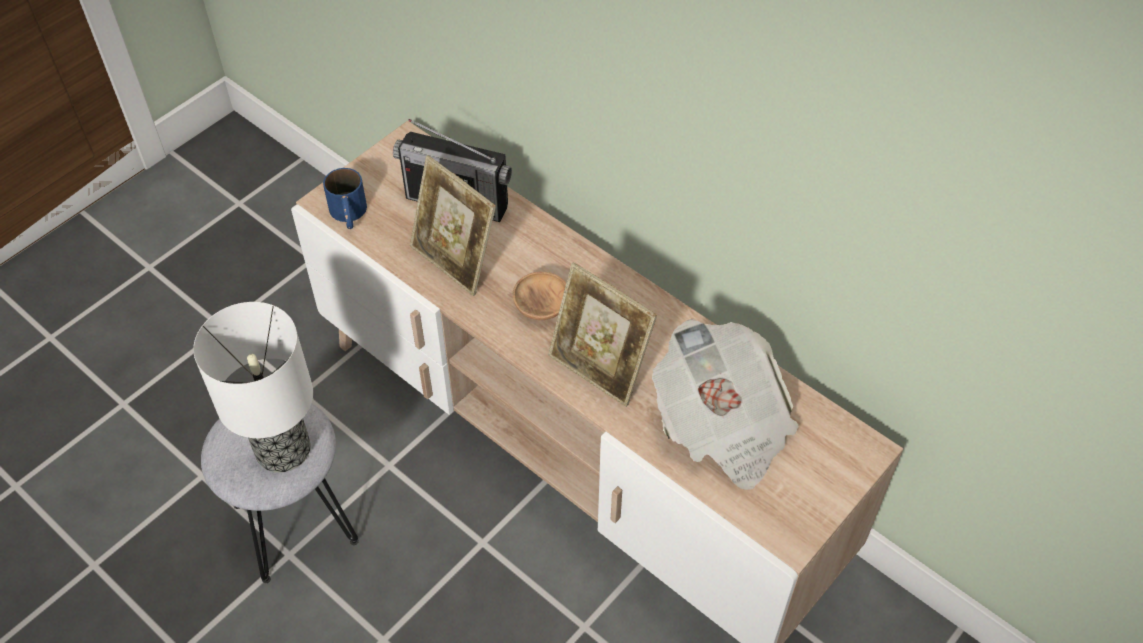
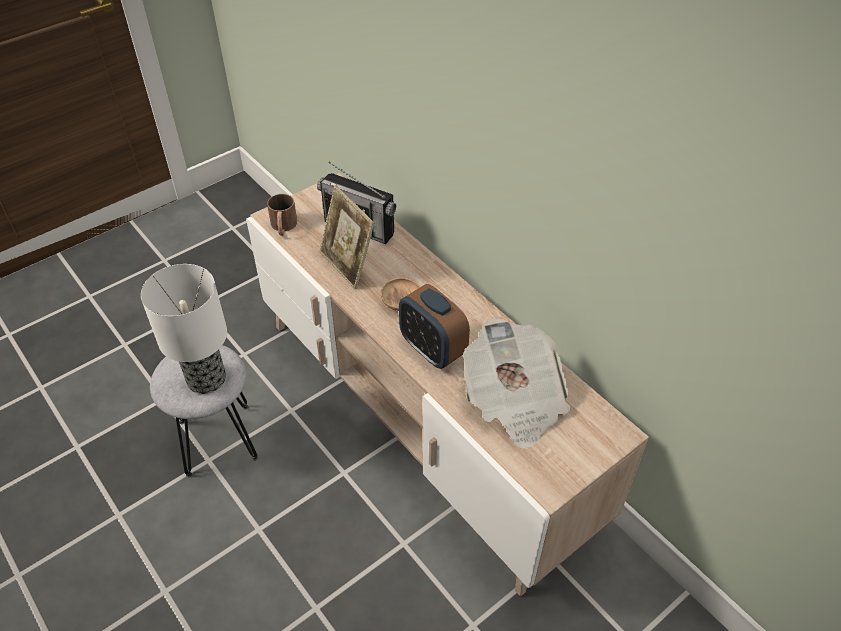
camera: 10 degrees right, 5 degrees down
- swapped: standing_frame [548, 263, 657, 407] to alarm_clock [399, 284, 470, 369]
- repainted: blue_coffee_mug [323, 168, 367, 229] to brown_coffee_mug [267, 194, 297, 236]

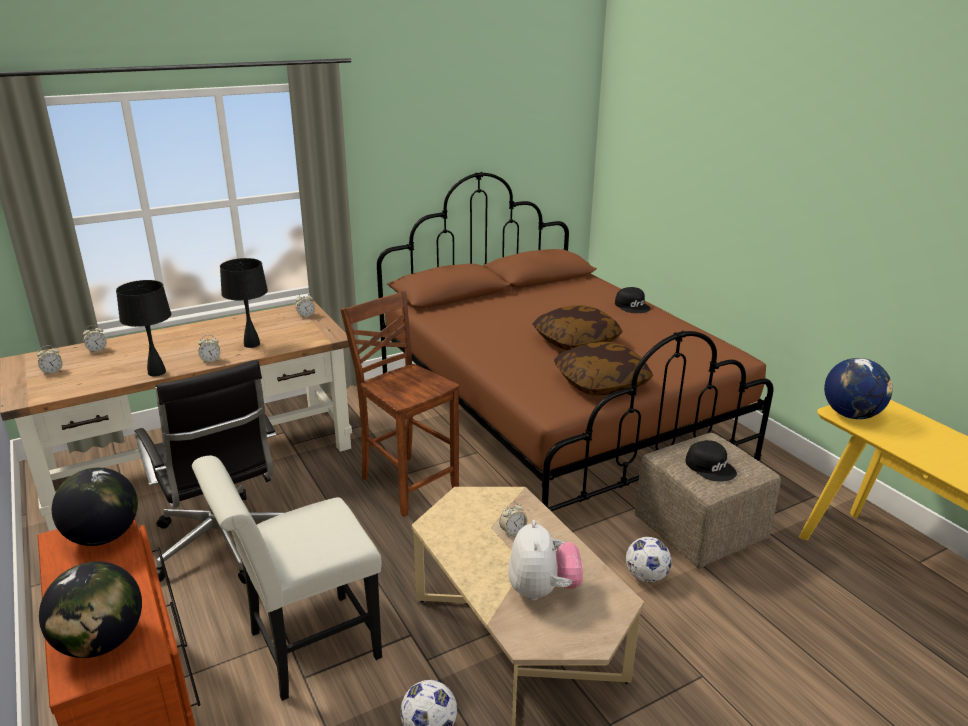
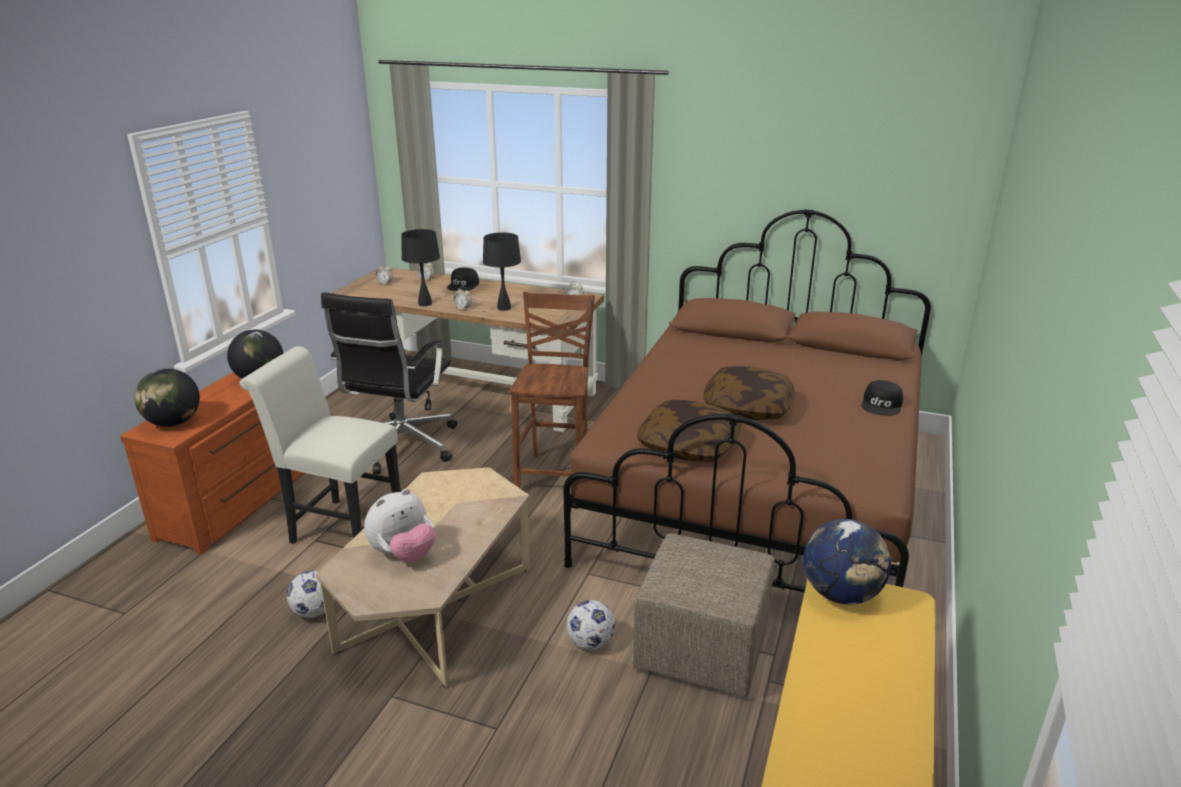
camera: 50 degrees right, 0 degrees up
- gone: alarm_clock [499, 502, 527, 538]
- shifted: black-coloured_peaked_cap [685, 440, 737, 482] to [447, 267, 479, 291]

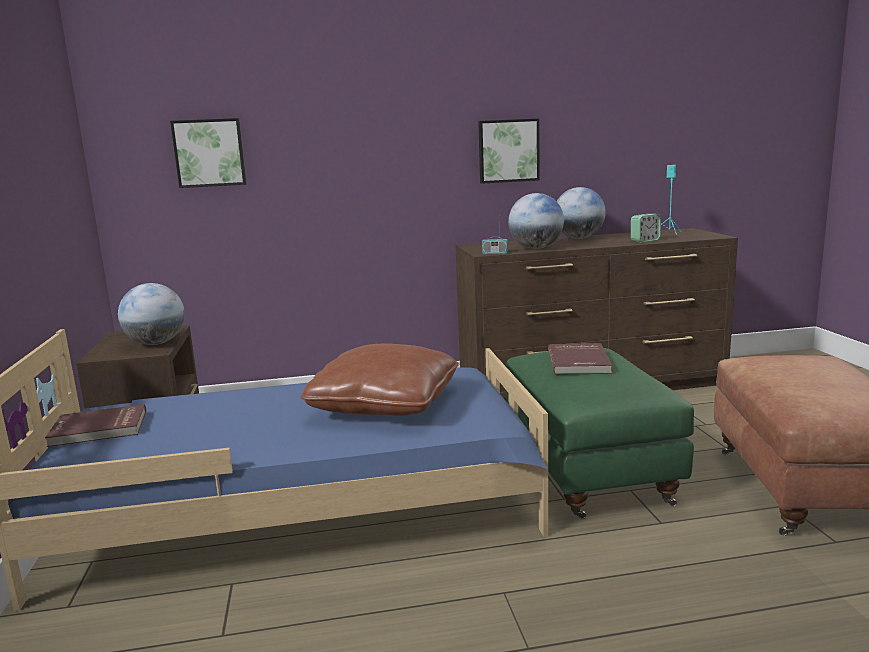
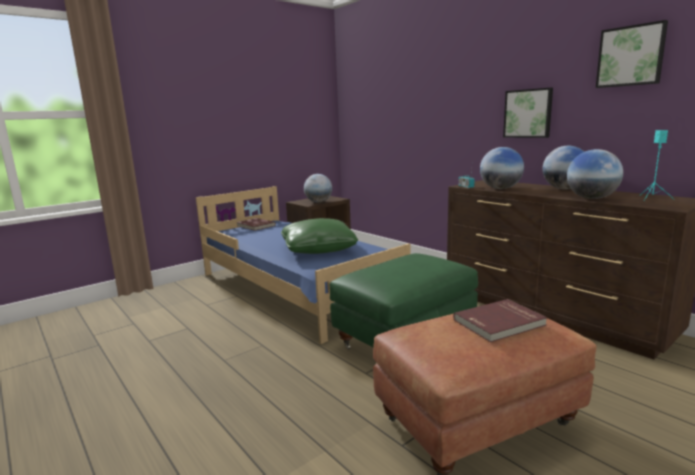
camera: 60 degrees right, 0 degrees up
- shifted: wall_picture [170, 118, 246, 188] to [596, 20, 668, 88]
- shifted: reddish_volume [548, 343, 612, 375] to [453, 299, 547, 342]
- swapped: alarm_clock [631, 214, 661, 242] to globe [567, 149, 623, 199]
- repainted: brown_cushion [301, 343, 459, 416] to greenish_cushion [281, 218, 358, 254]

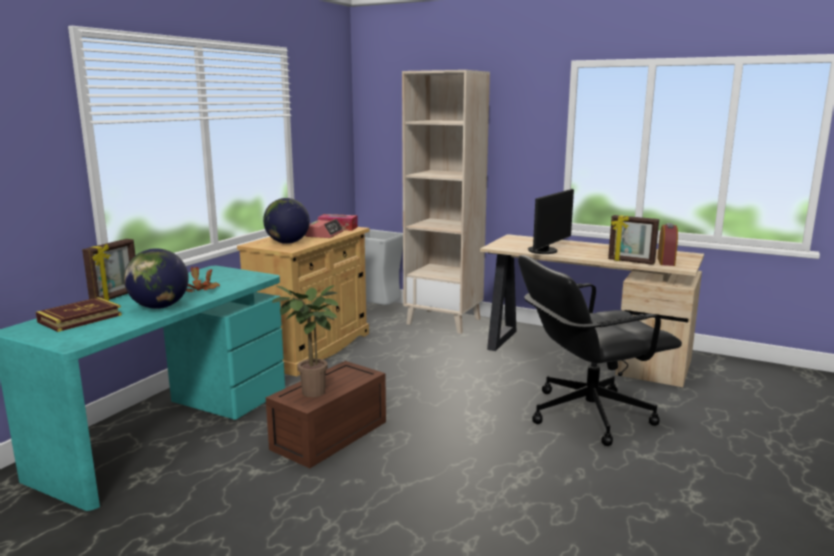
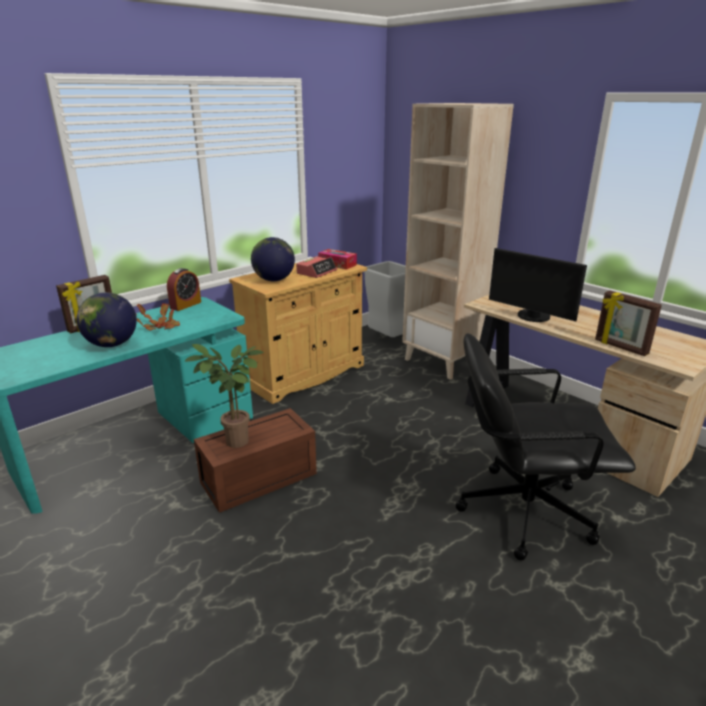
camera: 20 degrees right, 10 degrees up
- gone: volume [36, 297, 122, 332]
- shifted: alarm_clock [657, 223, 678, 266] to [167, 268, 201, 311]
- rotated: computer_screen [528, 189, 574, 254] = [489, 248, 587, 322] 75 degrees clockwise

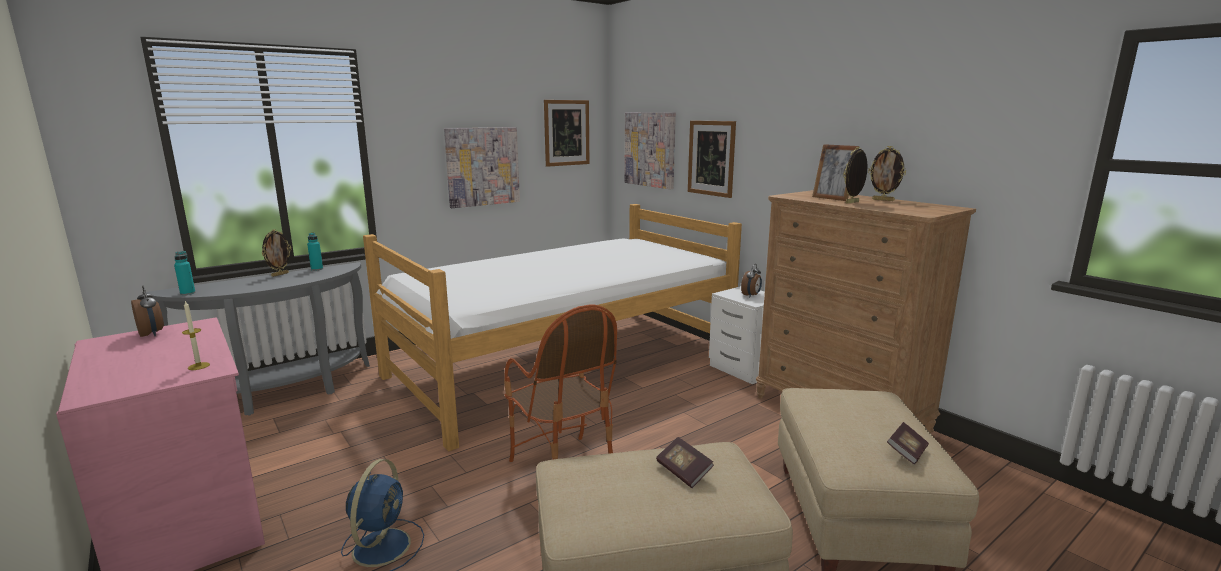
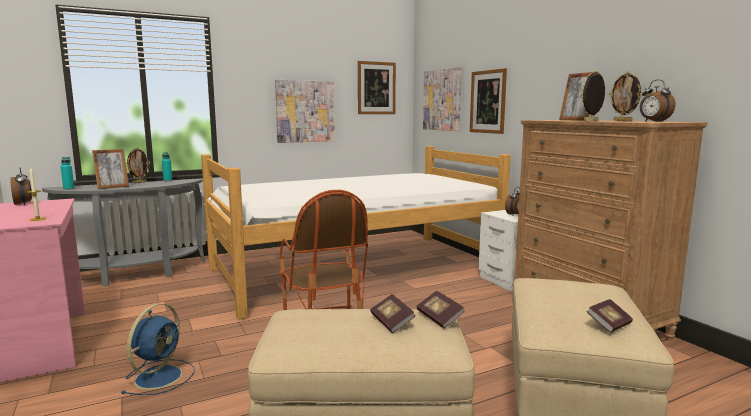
camera: 10 degrees right, 5 degrees down
- new: standing_frame [92, 149, 129, 189]
- new: volume [416, 291, 465, 329]
- new: alarm_clock [640, 80, 675, 122]

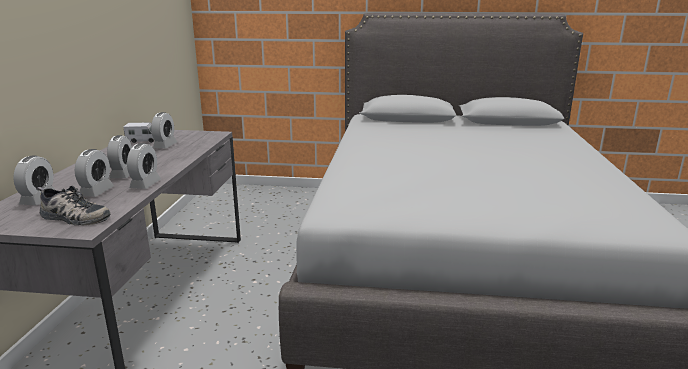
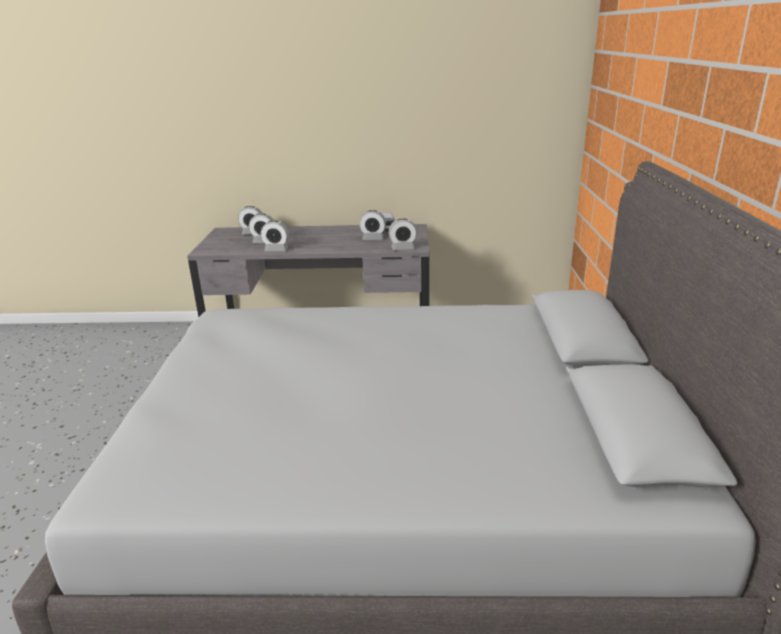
camera: 85 degrees right, 5 degrees up
- gone: shoe [36, 186, 110, 225]
- shifted: alarm_clock [107, 135, 132, 178] to [388, 218, 417, 250]

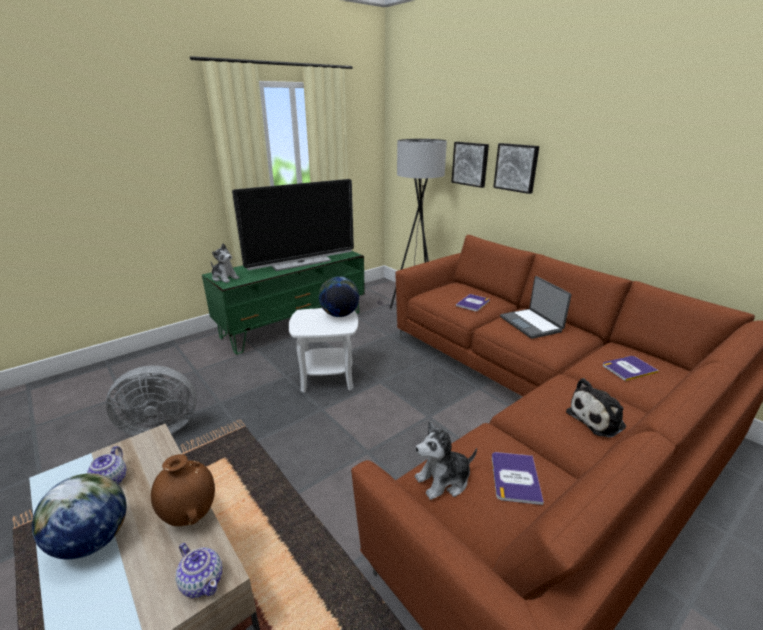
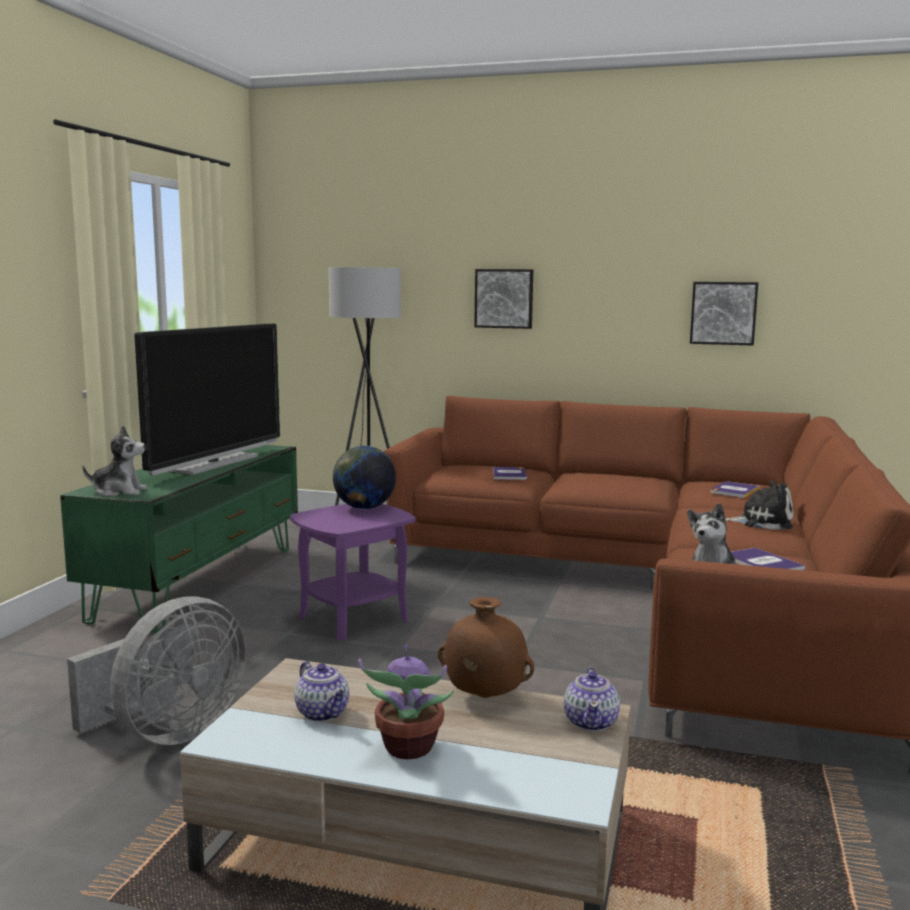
camera: 35 degrees left, 15 degrees down
- gone: portable_computer [500, 276, 572, 339]
- shifted: wall_picture [451, 142, 489, 188] to [690, 282, 758, 346]
- swapped: globe [32, 473, 126, 560] to potted_plant [358, 645, 454, 759]
- repainted: whitish_accent_table [289, 308, 358, 393] to purple_accent_table [290, 504, 415, 640]
- rotated: tea_pot [175, 543, 222, 598] = [564, 667, 620, 731] 90 degrees clockwise
- rotated: plush_toy [566, 378, 626, 438] = [725, 480, 793, 530] 105 degrees counterclockwise

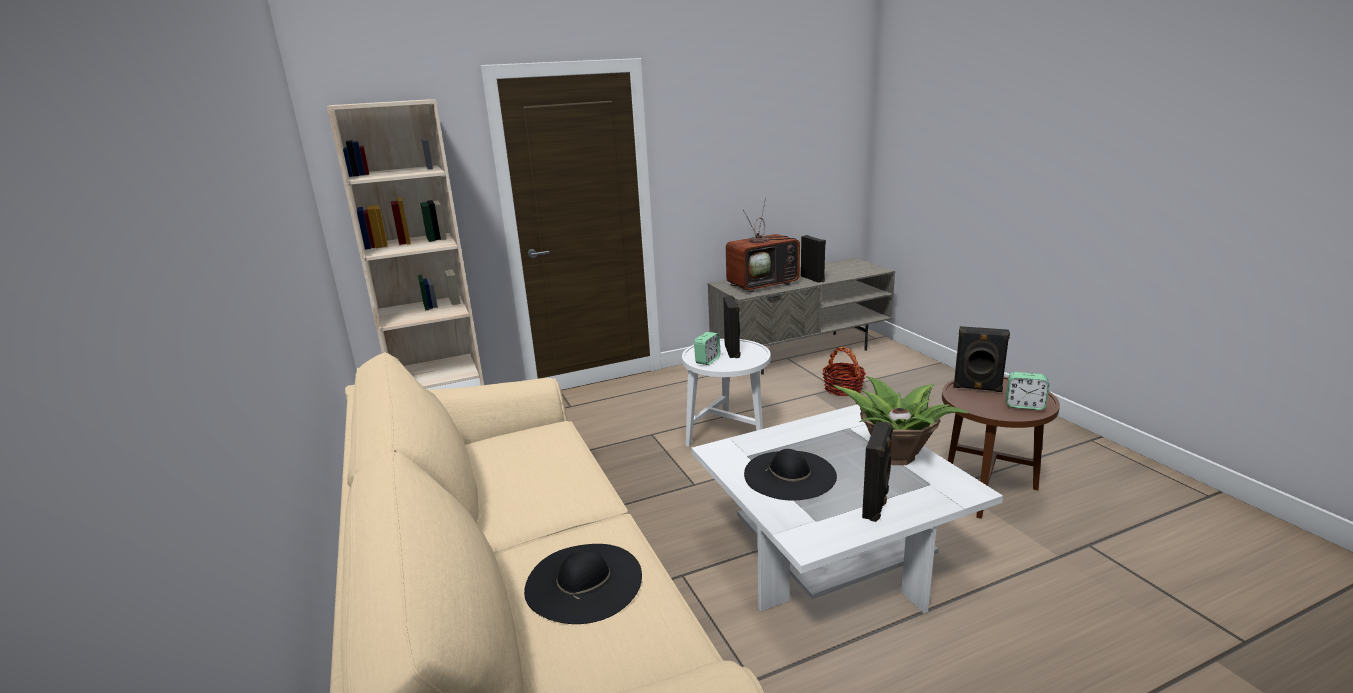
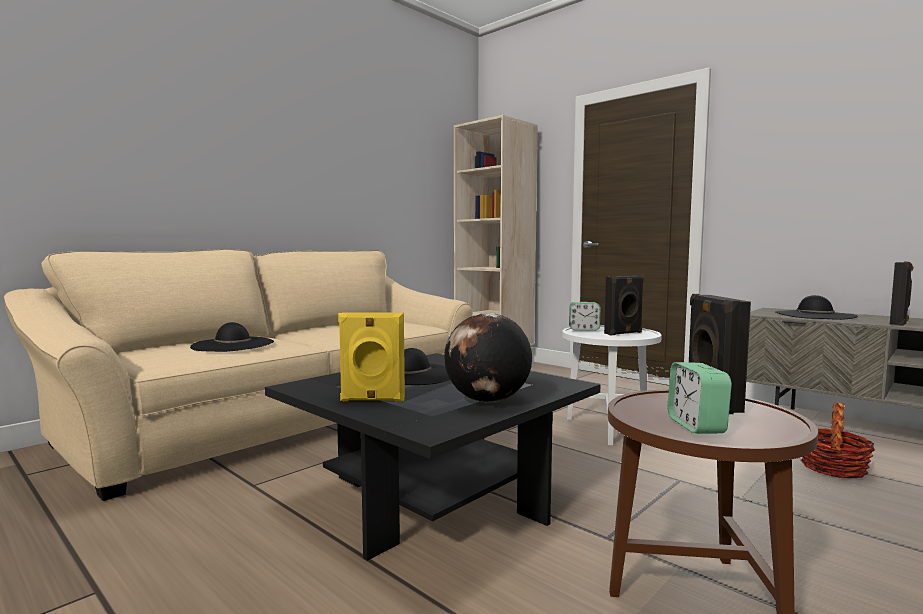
camera: 65 degrees right, 15 degrees down
- swapped: television [726, 197, 800, 292] to black-coloured_hat [776, 295, 858, 320]
- swapped: potted_plant [834, 376, 969, 465] to globe [444, 313, 532, 403]
- repainted: whitish_low_table [691, 405, 1003, 614] to black-coloured_low_table [265, 353, 600, 561]
- repainted: black-coloured_audio_speaker [862, 421, 893, 522] to yellow_audio_speaker [338, 312, 405, 401]

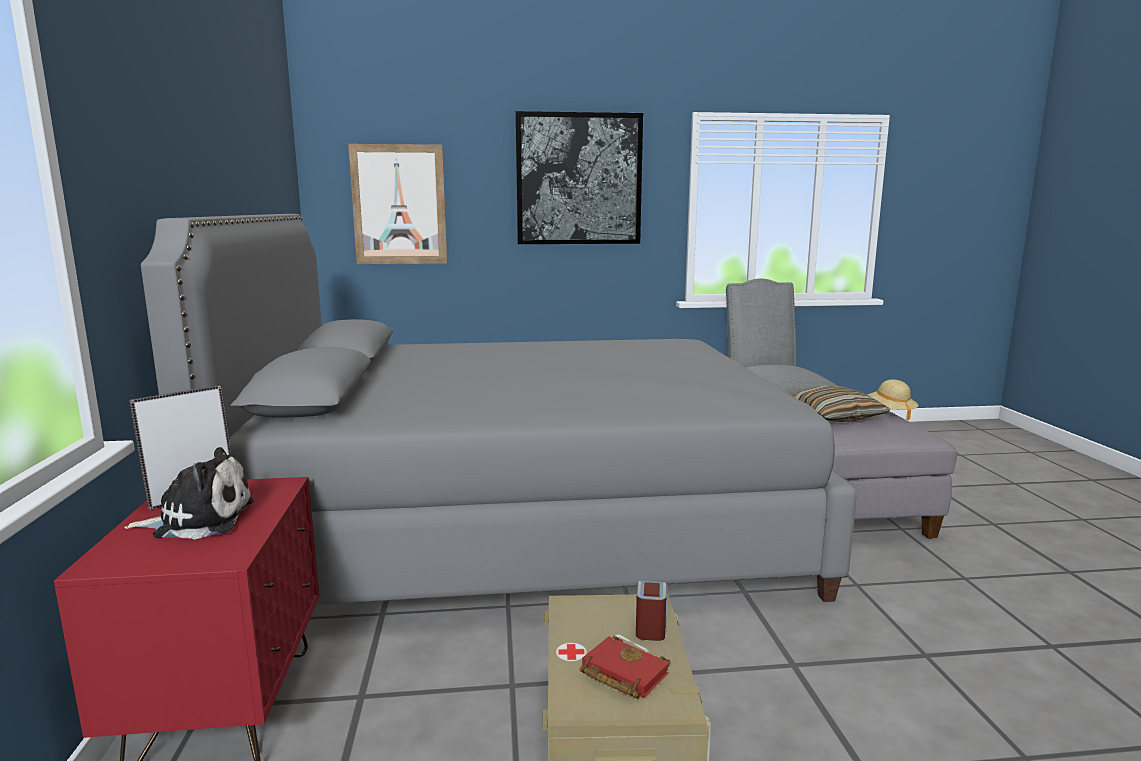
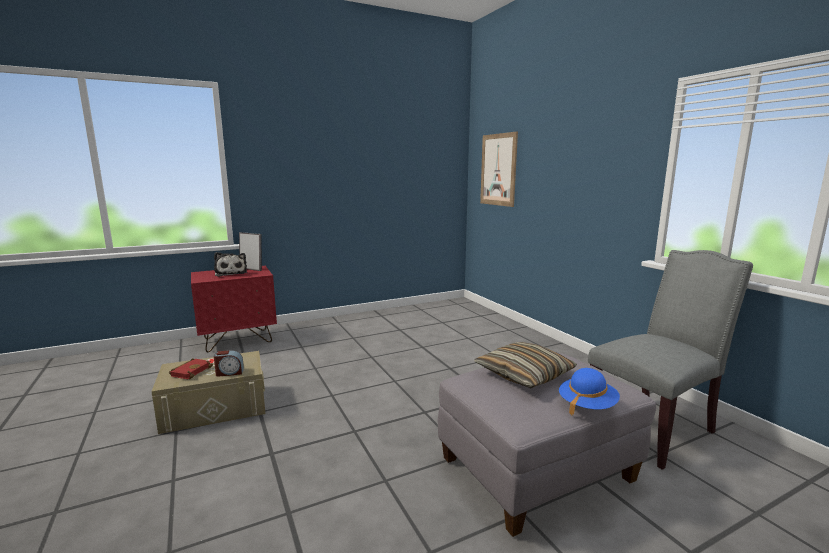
camera: 70 degrees right, 0 degrees up
- gone: gray_sleeping_bed [141, 214, 857, 605]
- gone: wall_picture [515, 111, 643, 244]
- repainted: beige_hat [867, 379, 919, 420] to blue_hat [559, 368, 620, 415]

